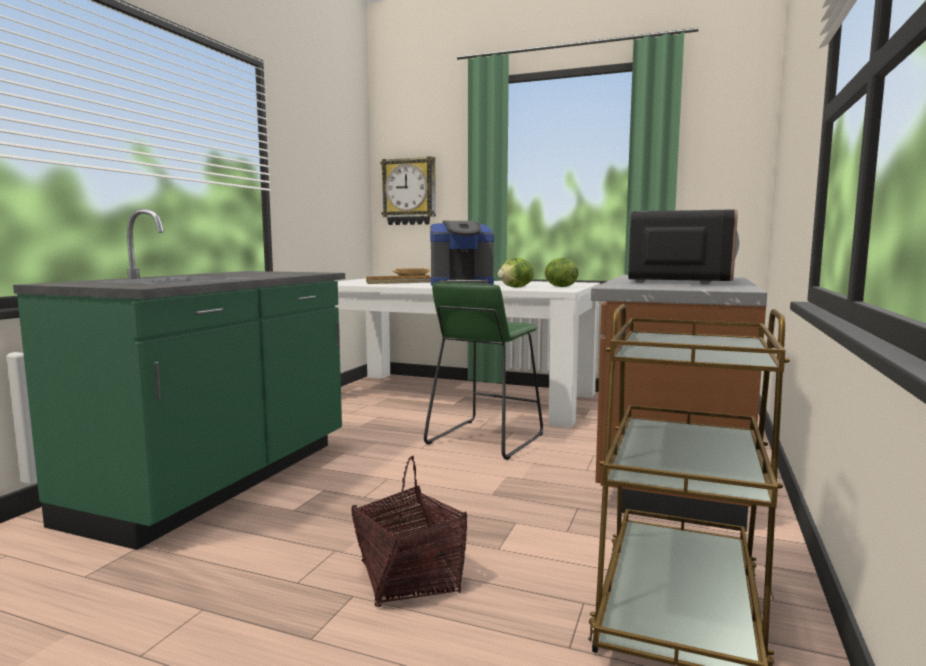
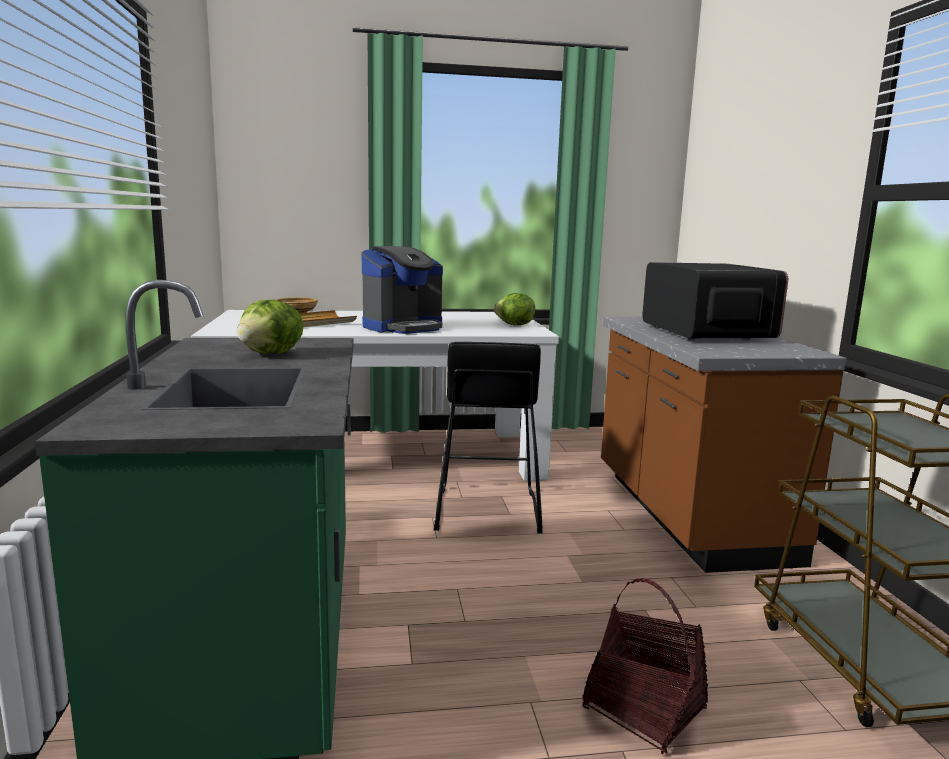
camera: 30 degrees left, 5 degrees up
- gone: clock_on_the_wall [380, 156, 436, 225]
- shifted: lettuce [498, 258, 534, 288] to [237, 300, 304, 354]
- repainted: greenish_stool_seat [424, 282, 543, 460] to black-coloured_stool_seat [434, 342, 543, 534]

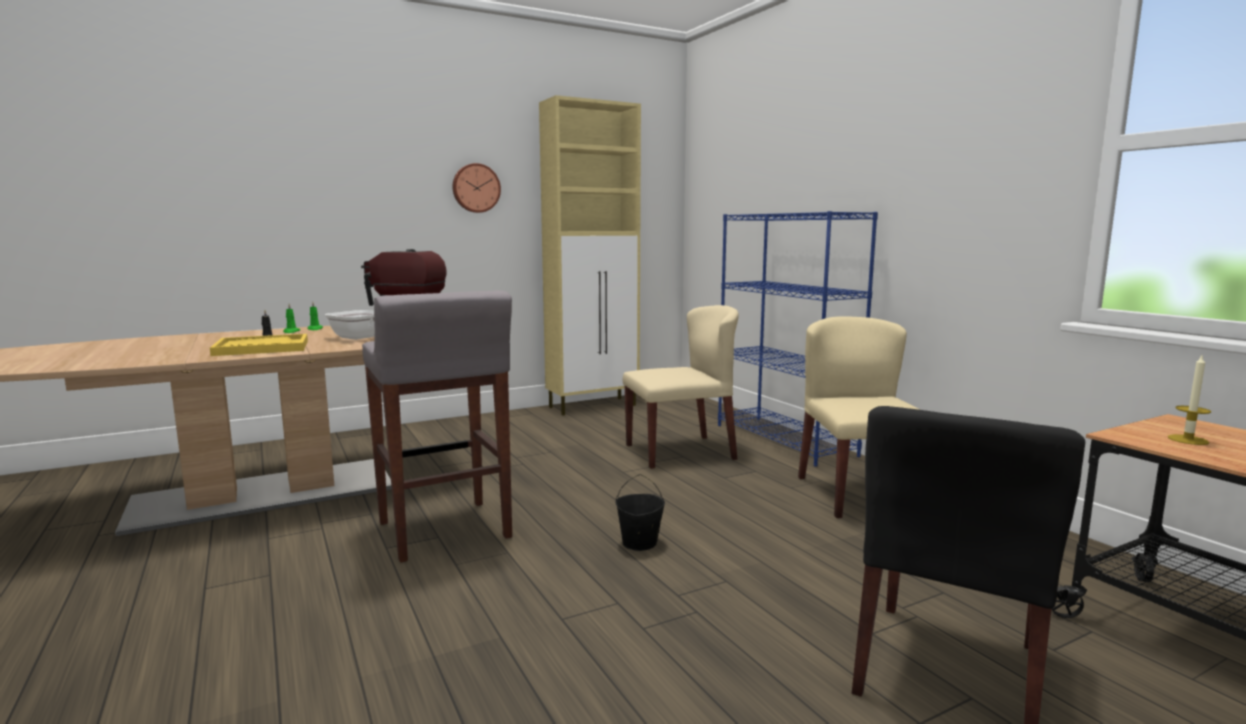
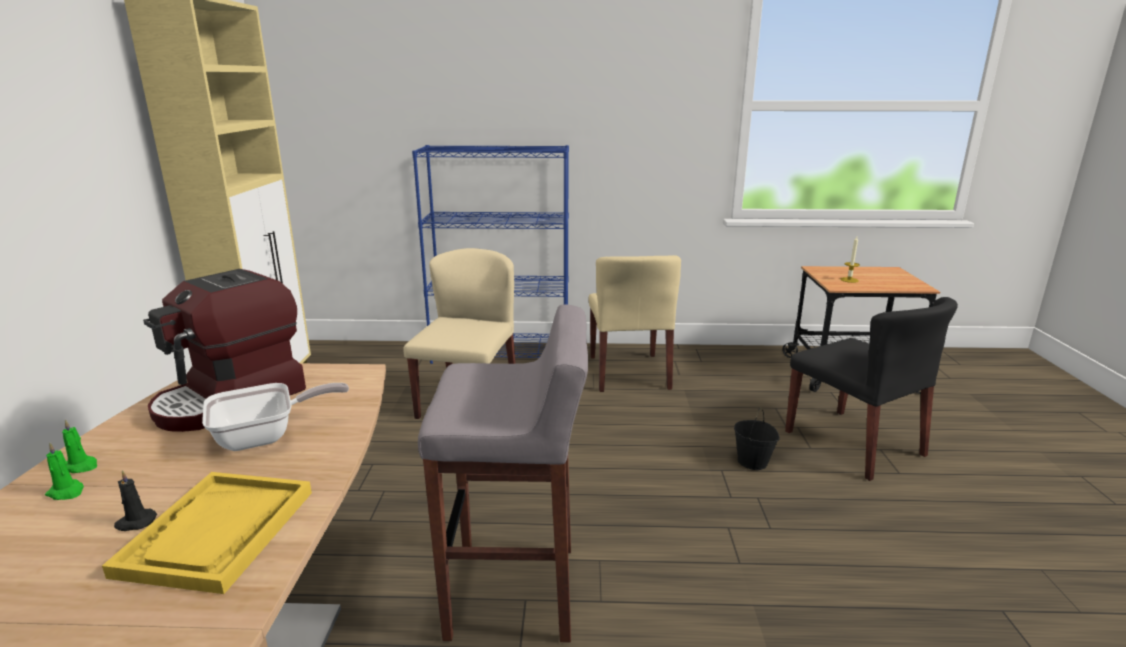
camera: 60 degrees left, 10 degrees up
- gone: clock_on_the_wall [452, 163, 501, 213]
- shifted: black-coloured_water_bucket [616, 474, 665, 551] to [734, 408, 780, 470]
- rotated: beige_chair [798, 316, 920, 518] = [589, 255, 681, 392] 120 degrees counterclockwise

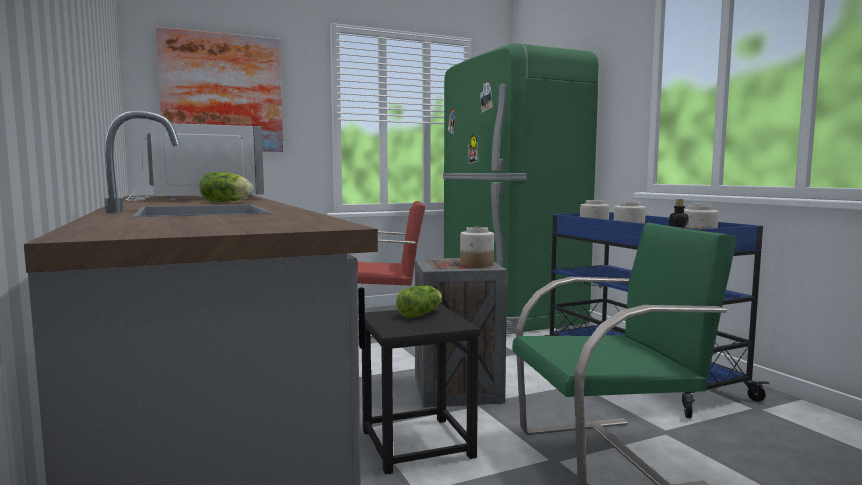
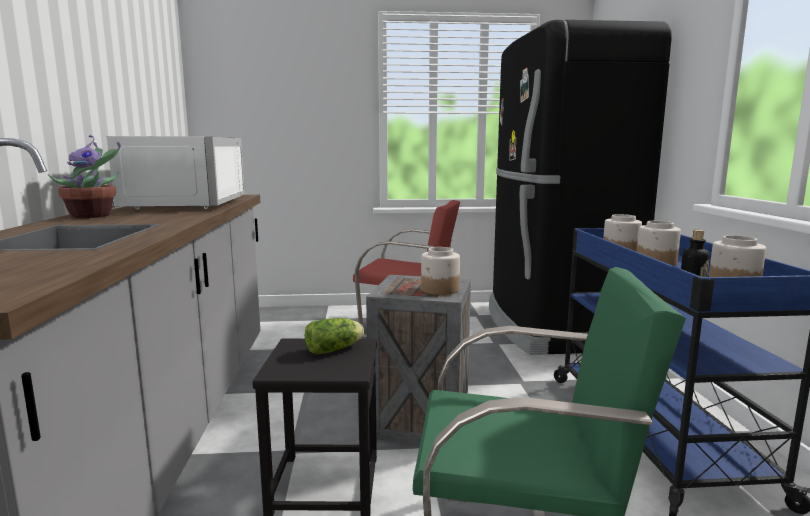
camera: 20 degrees right, 5 degrees up
- gone: wall_picture [156, 27, 283, 152]
- gone: lettuce [199, 172, 253, 202]
- new: potted_plant [48, 135, 120, 218]
- repainted: greenish_kitchen_fridge [443, 43, 599, 334] to black-coloured_kitchen_fridge [489, 20, 672, 355]

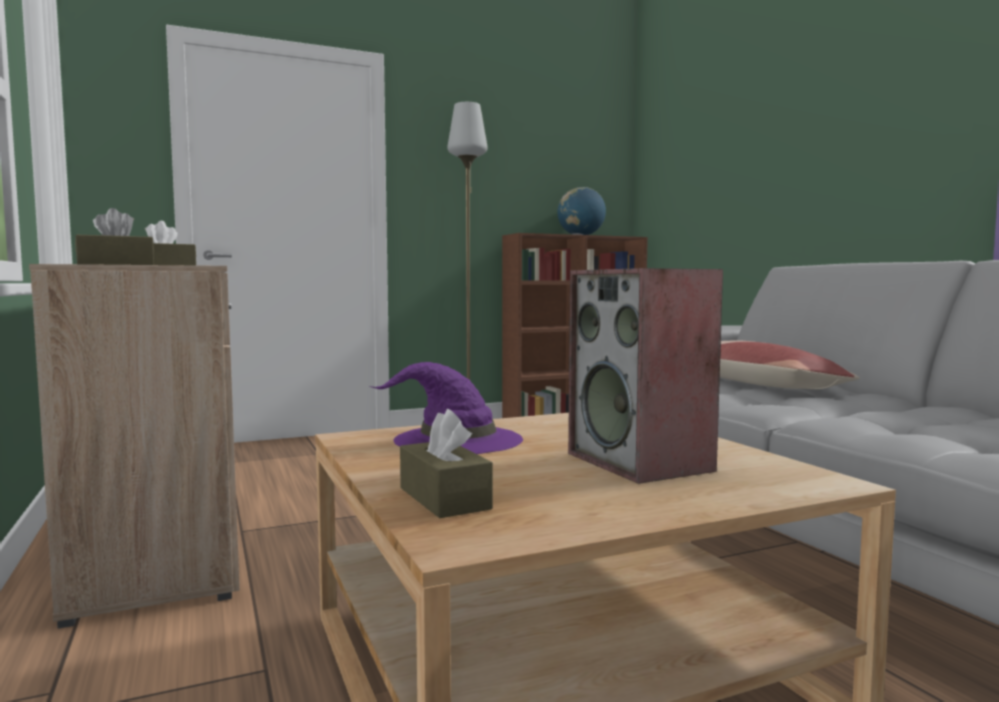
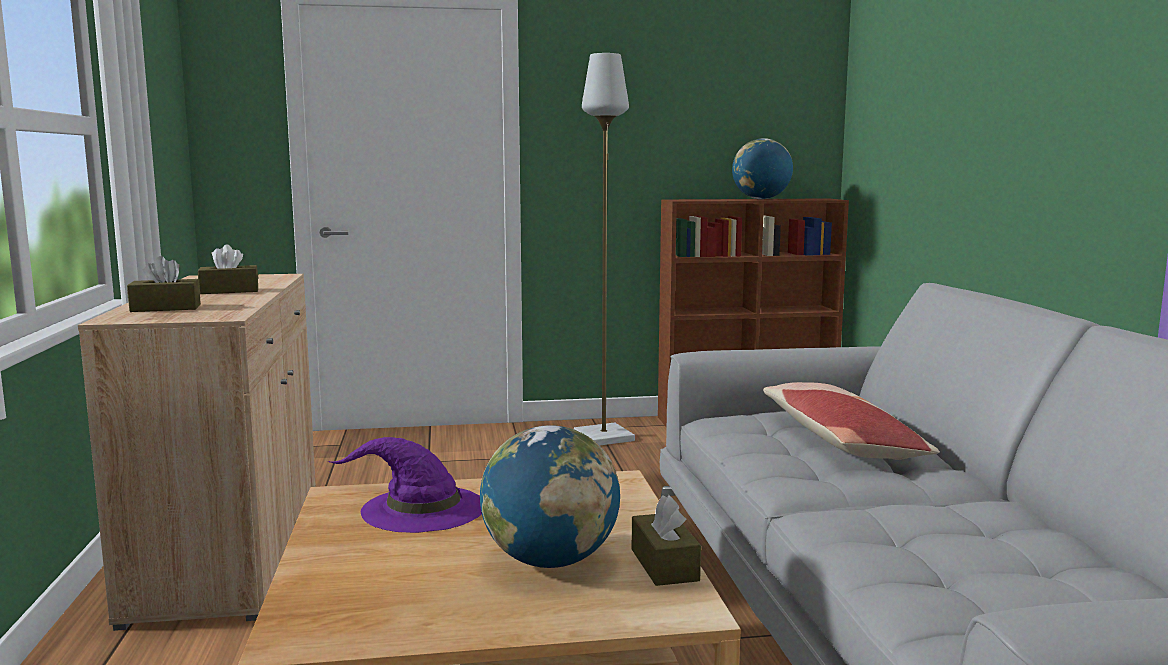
camera: 15 degrees right, 5 degrees up
- shifted: brown_tissue_holder [400, 409, 493, 518] to [632, 495, 701, 586]
- swapped: audio_speaker [568, 268, 723, 484] to globe [480, 425, 620, 568]

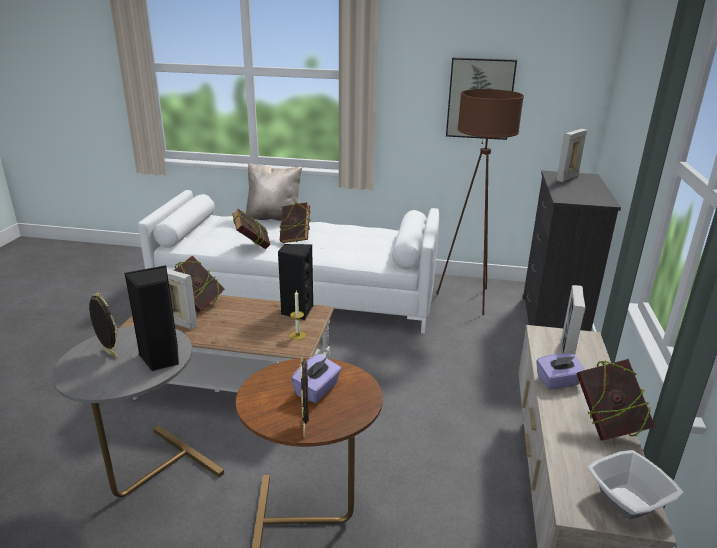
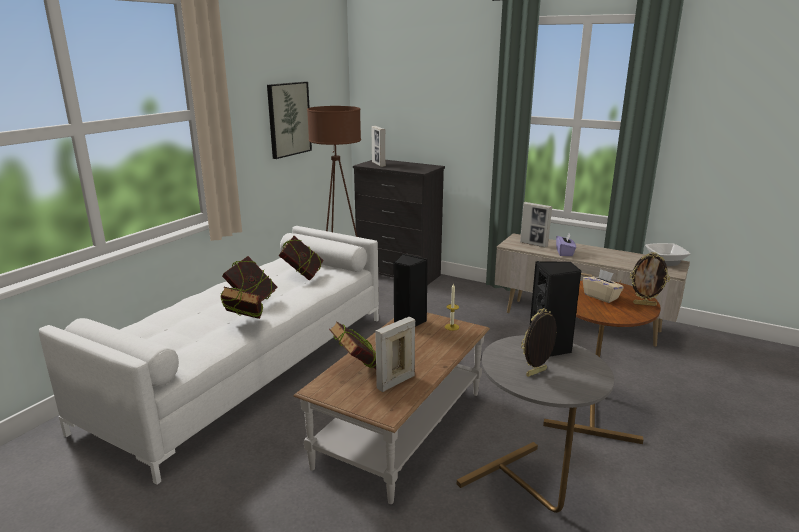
camera: 70 degrees left, 5 degrees down
- gone: beige_cushion [246, 163, 302, 221]
- shifted: volume [576, 359, 655, 441] to [278, 236, 323, 281]
- repainted: purple_tissue_holder [291, 354, 342, 403] to beige_tissue_holder [583, 269, 624, 303]

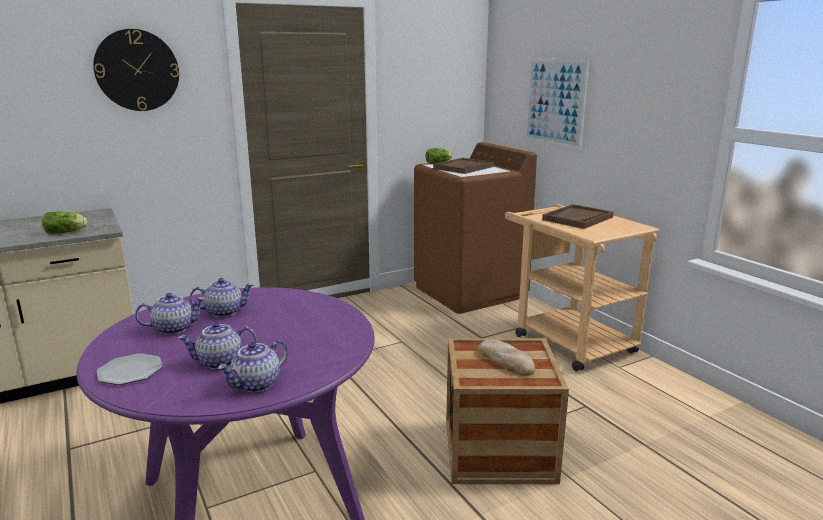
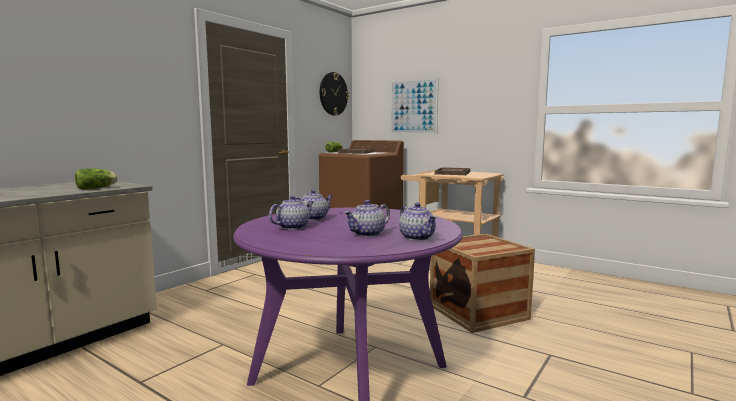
camera: 25 degrees left, 10 degrees down
- gone: flat_dish [97, 353, 163, 385]
- gone: baked_bread [478, 340, 535, 376]
- shifted: clock_on_the_wall [93, 29, 179, 111] to [320, 72, 349, 116]
- rotated: tea_pot [218, 340, 288, 392] = [399, 203, 437, 241] 45 degrees counterclockwise

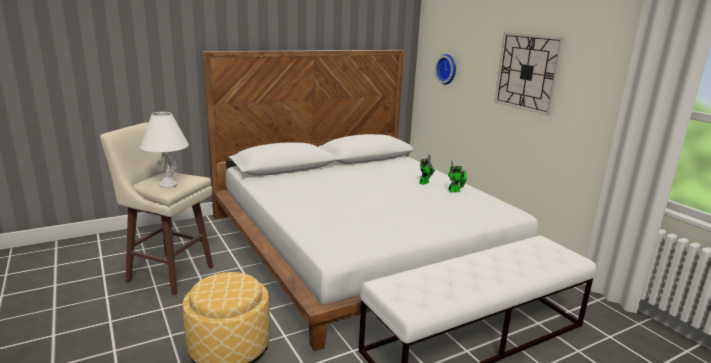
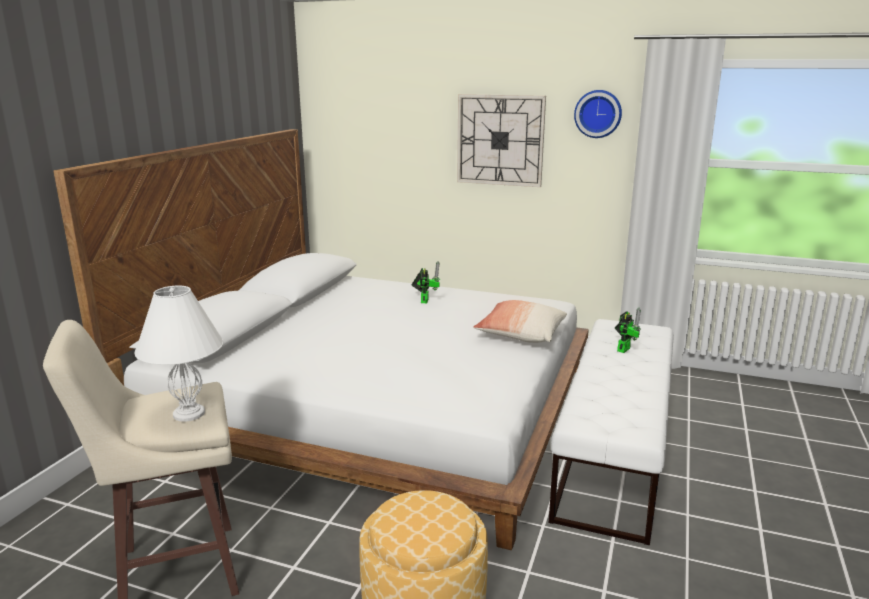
camera: 40 degrees left, 0 degrees up
- new: cushion [473, 300, 567, 343]
- shifted: clock_on_the_wall [435, 54, 456, 85] to [574, 90, 622, 138]
- shifted: model_robot [448, 161, 467, 192] to [615, 308, 641, 353]

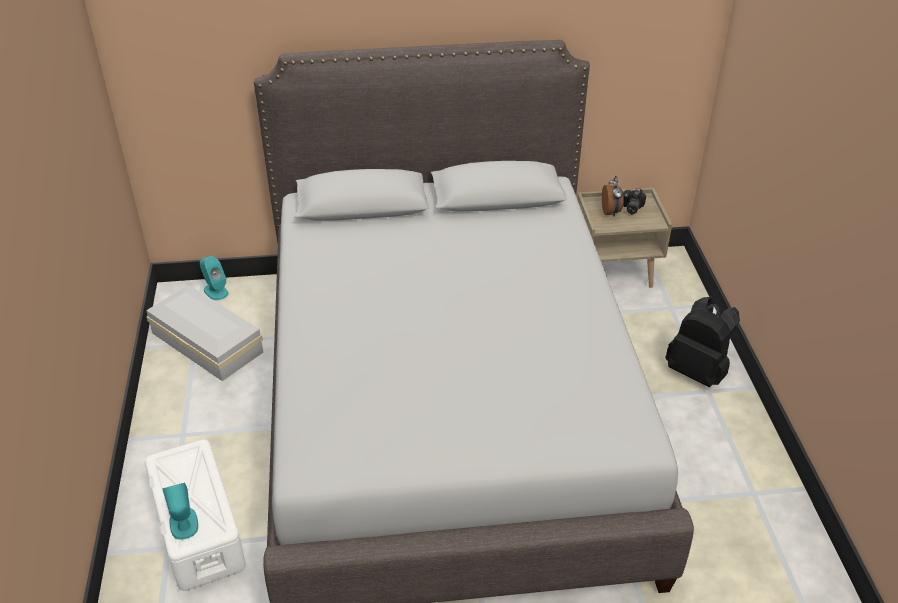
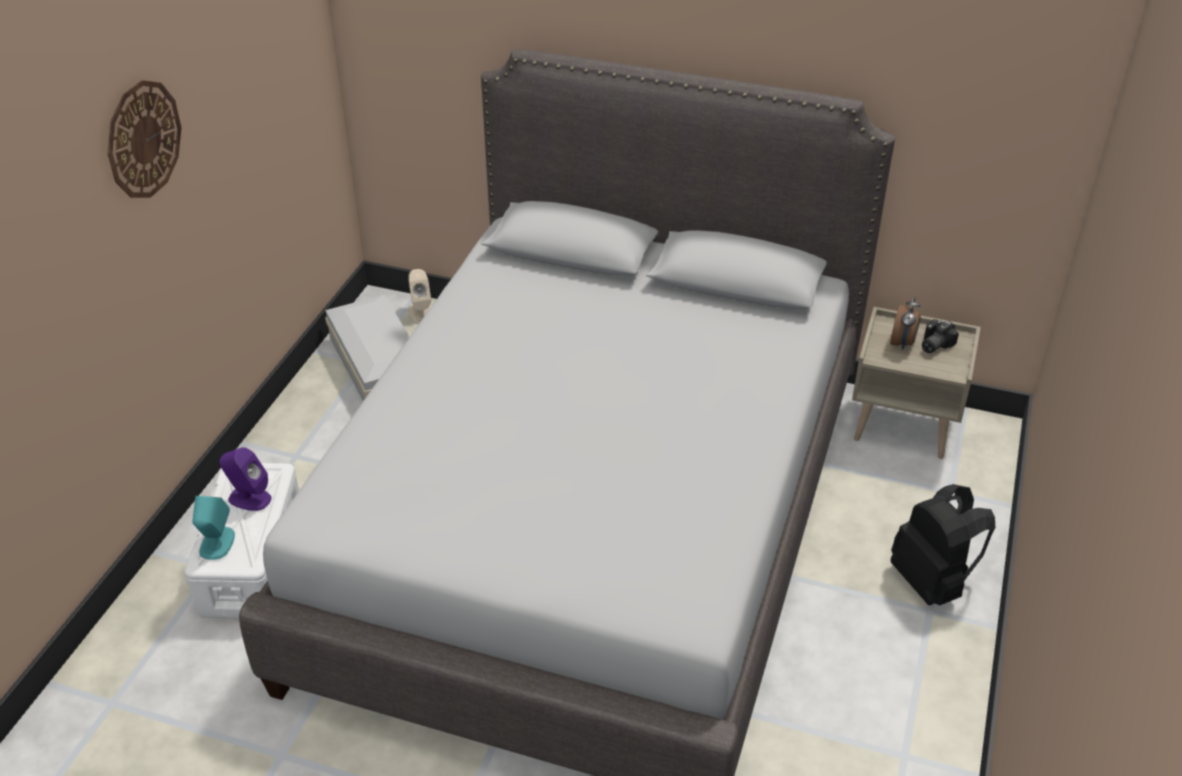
camera: 25 degrees right, 0 degrees up
- new: clock_on_the_wall [107, 80, 181, 198]
- new: purple_audio_speaker [219, 447, 271, 511]
- repainted: turquoise_audio_speaker [200, 256, 228, 300] to beige_audio_speaker [408, 269, 431, 323]

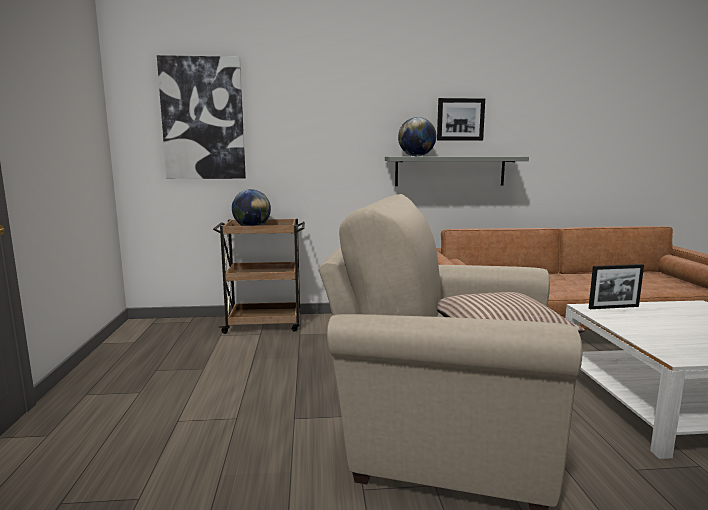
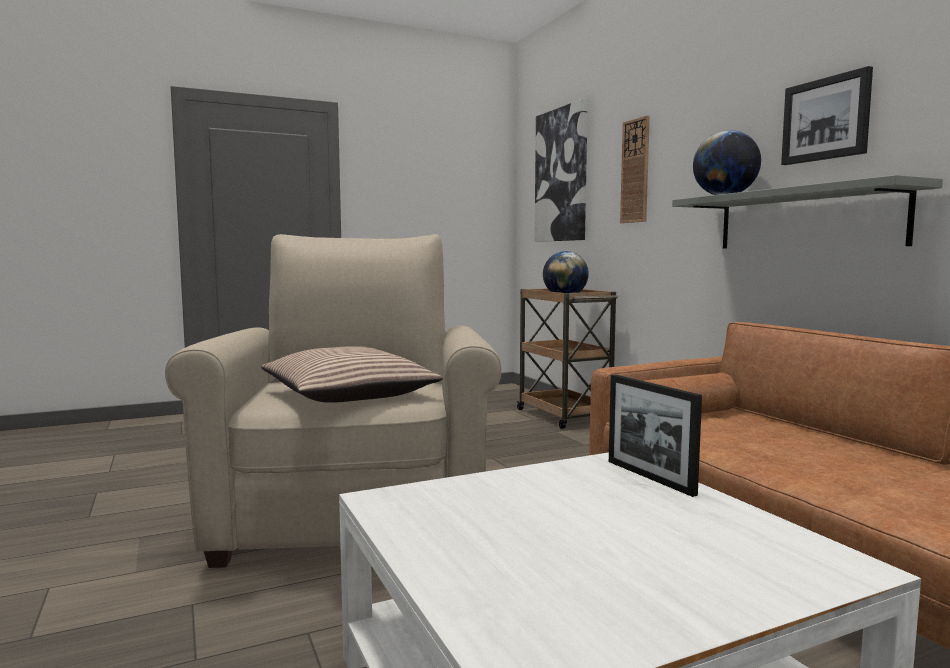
camera: 70 degrees right, 5 degrees down
- new: clock_on_the_wall [620, 115, 650, 223]

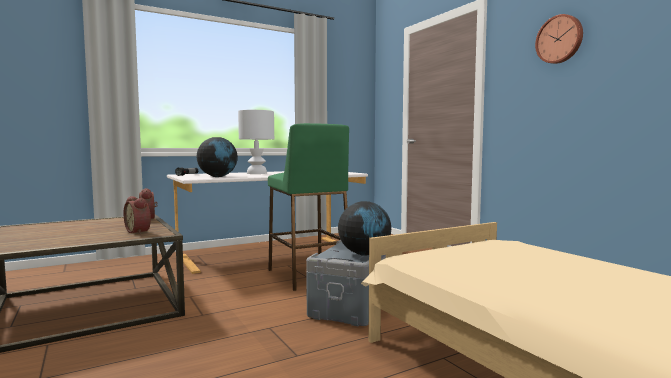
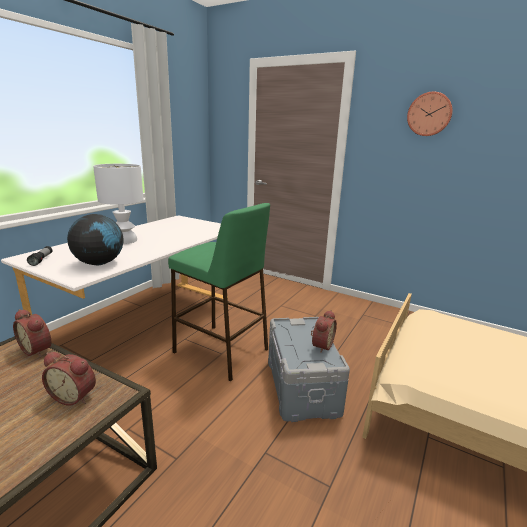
camera: 30 degrees left, 15 degrees up
- swapped: globe [338, 201, 391, 256] to alarm_clock [311, 310, 337, 353]

